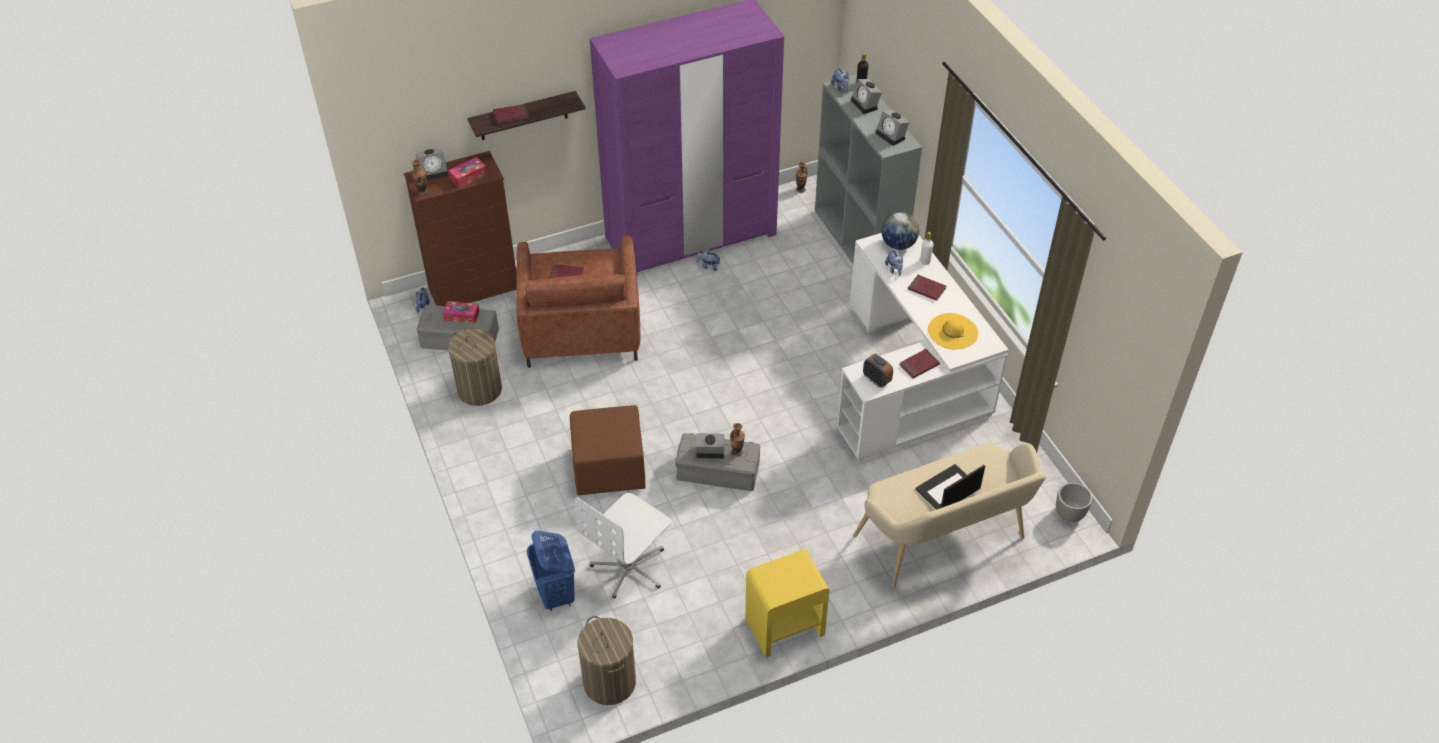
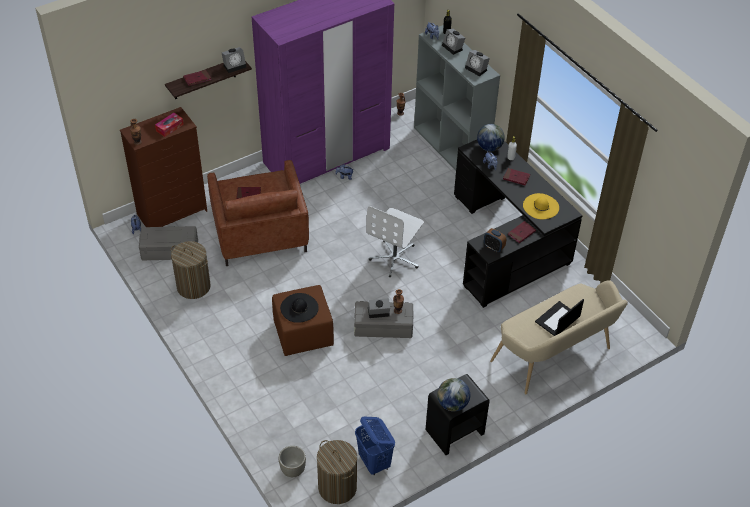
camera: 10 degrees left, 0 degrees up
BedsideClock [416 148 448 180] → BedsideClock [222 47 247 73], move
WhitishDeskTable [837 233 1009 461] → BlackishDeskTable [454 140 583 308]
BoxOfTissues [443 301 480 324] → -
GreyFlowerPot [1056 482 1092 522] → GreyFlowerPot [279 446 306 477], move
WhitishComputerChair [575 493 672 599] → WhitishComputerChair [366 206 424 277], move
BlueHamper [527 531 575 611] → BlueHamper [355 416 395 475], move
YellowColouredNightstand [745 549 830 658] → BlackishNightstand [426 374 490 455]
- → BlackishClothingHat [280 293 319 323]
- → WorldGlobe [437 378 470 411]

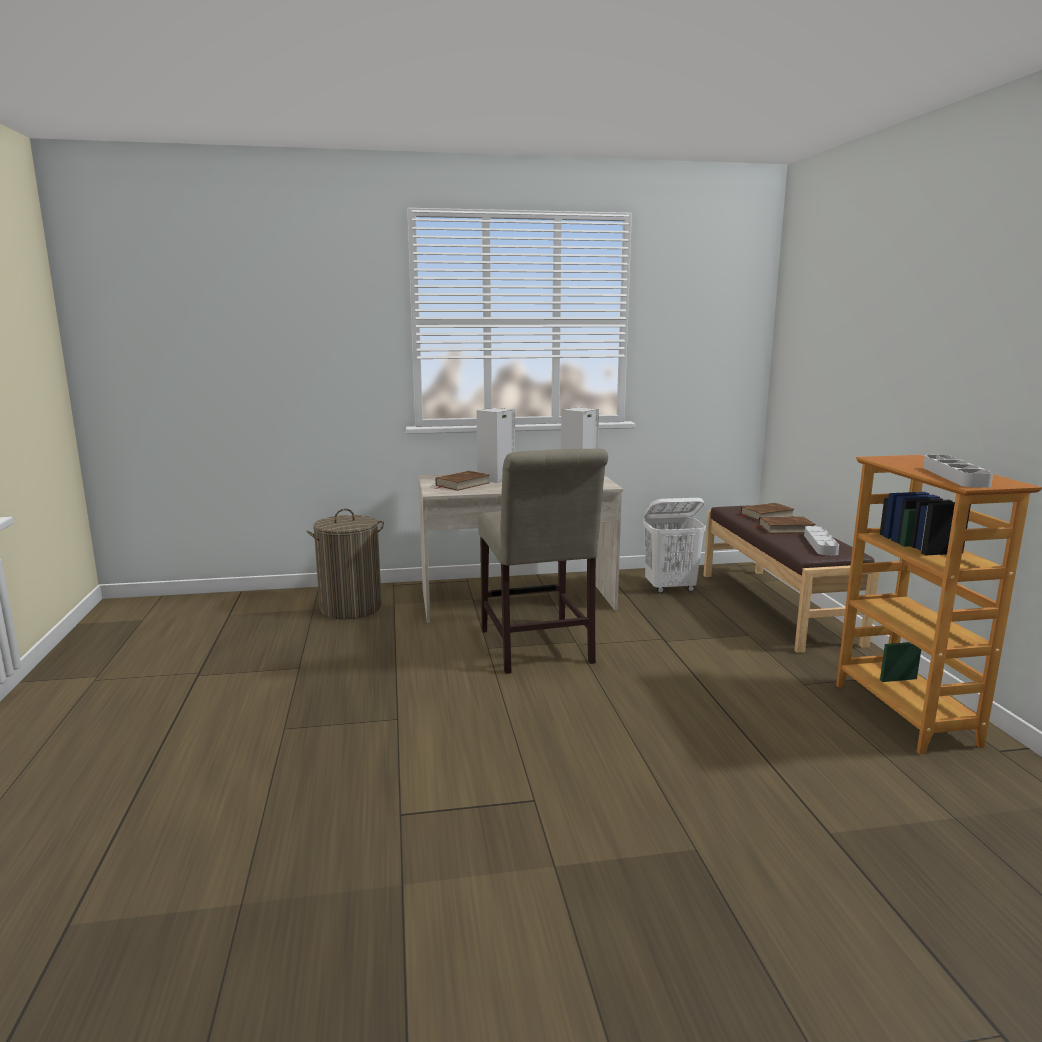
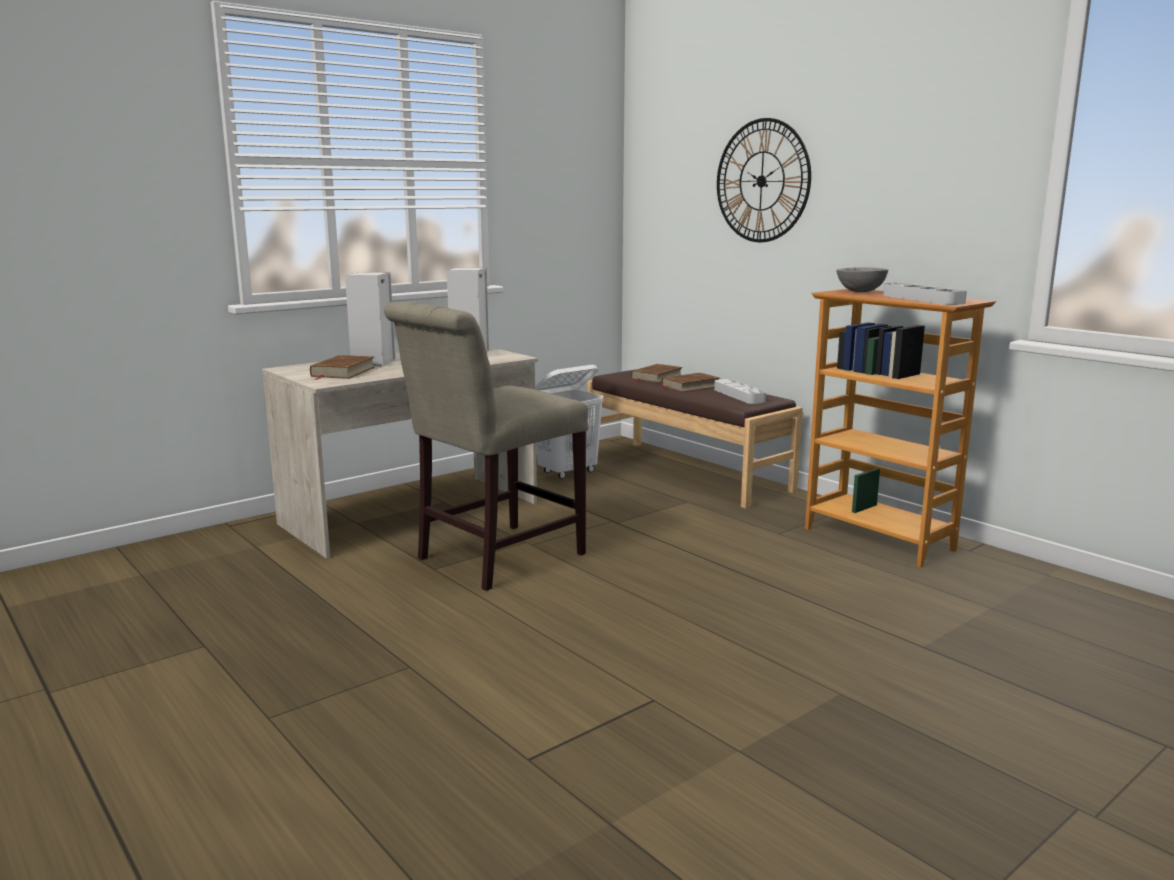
camera: 30 degrees left, 0 degrees up
SandColouredChair [478 448 608 674] → SandColouredChair [384 301 588 591], 90 degrees clockwise
Hamper [306 509 384 619] → -
- → ClockOnTheWall [717 118 811 242]
- → GreyServingBowl [836 267 888 292]

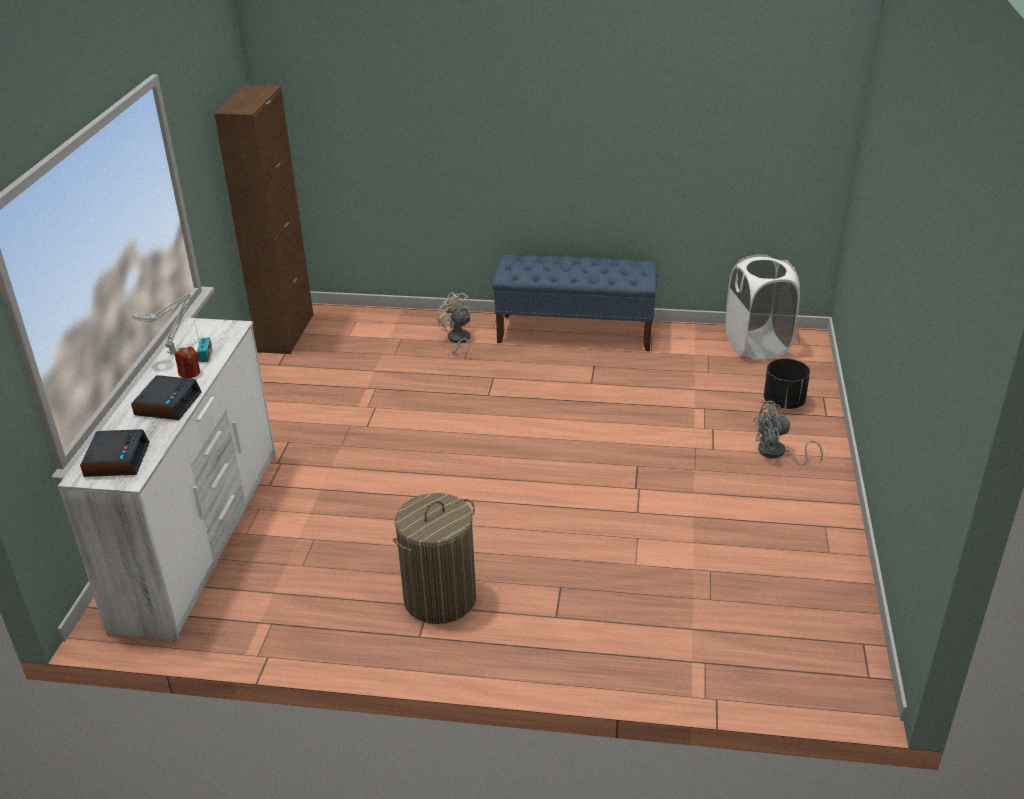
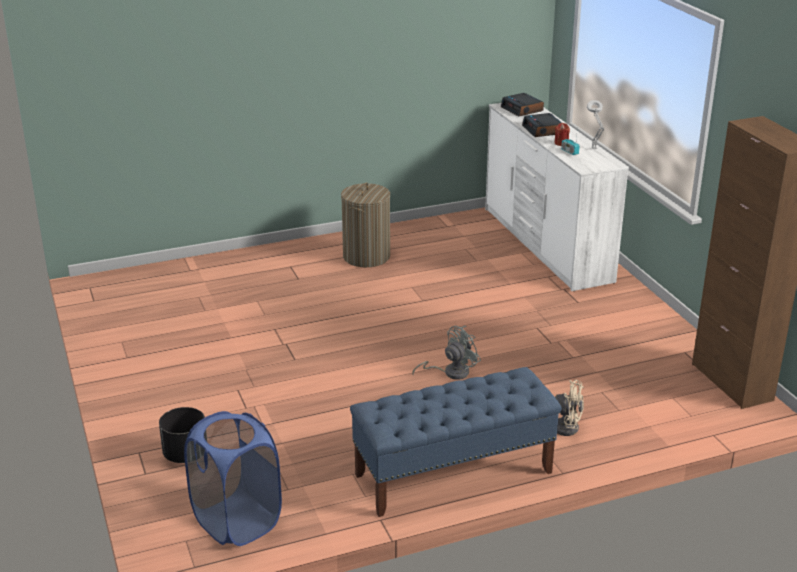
camera: 150 degrees right, 5 degrees down
WhitishHamper [726 254 800 360] → BlueHamper [184 411 282 546]
GreyCoolingFan [753 401 823 465] → GreyCoolingFan [412 326 481 380], move

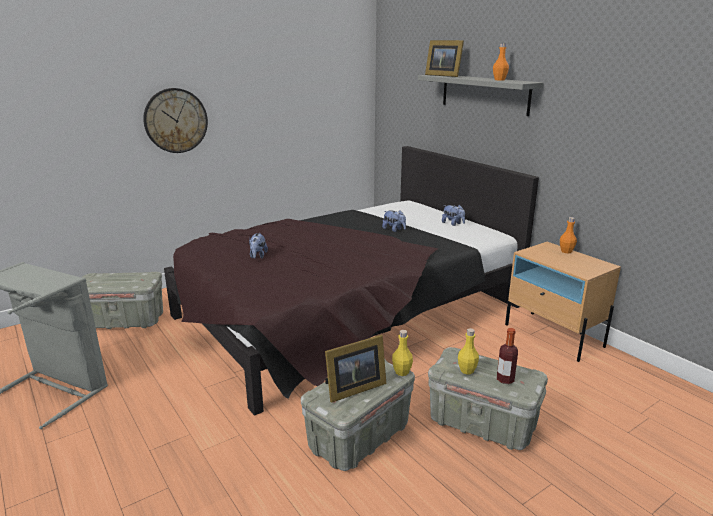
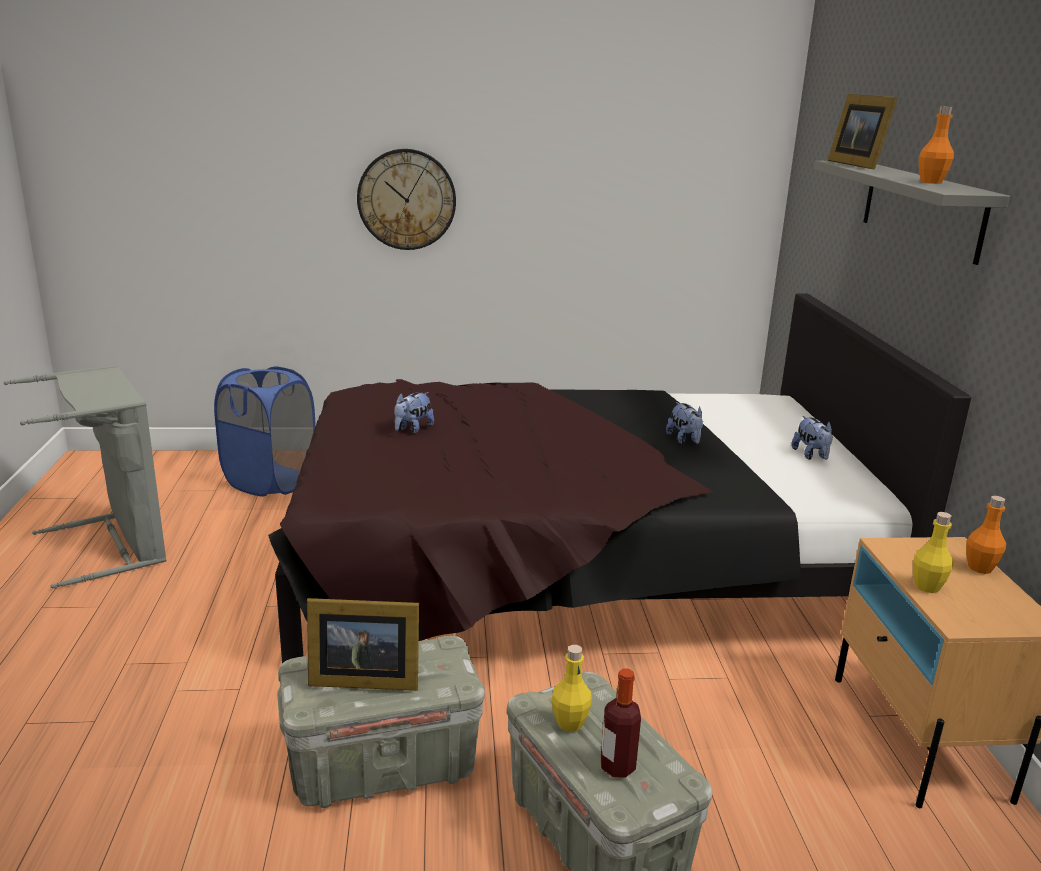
camera: 30 degrees right, 0 degrees up
GreyStorageBox [82 272 163 329] → BlueHamper [214 366 316 497]
YellowColouredDrinkBottle [392 330 413 376] → YellowColouredDrinkBottle [913 512 953 593], move

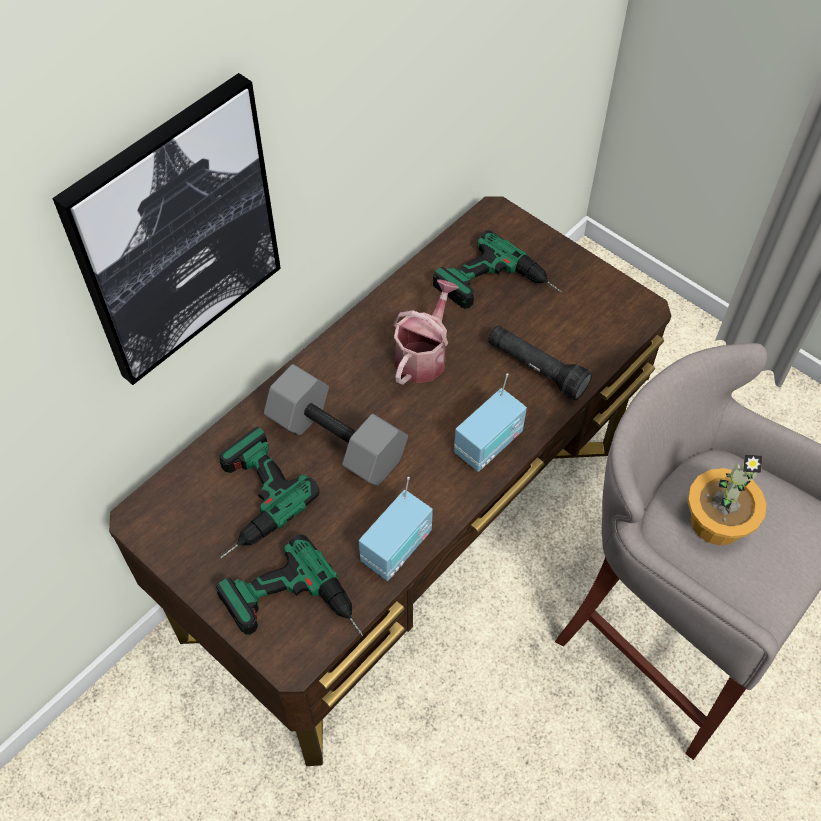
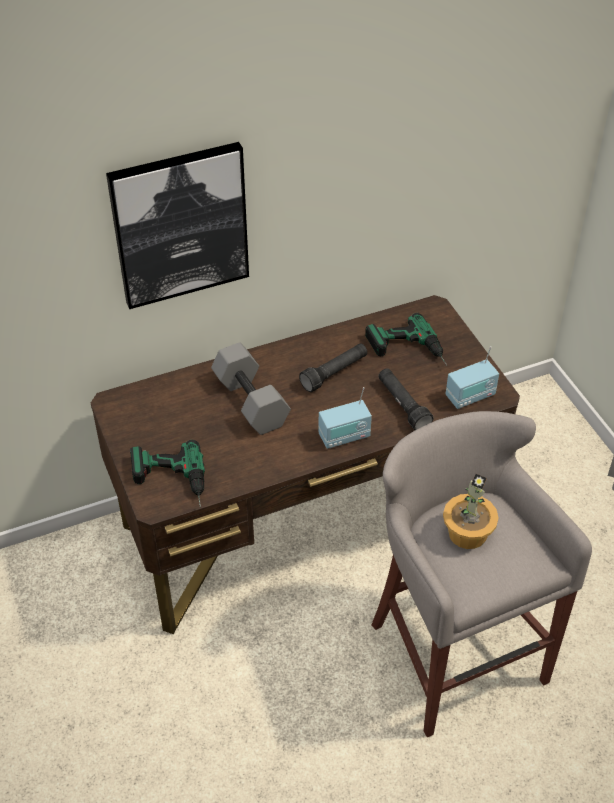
camera: 25 degrees right, 10 degrees down
WateringPot [393 279 459 385] → BlackishTorch [299 343 367 392]
PowerDrill [219 426 319 558] → -
Radio [359 477 433 581] → Radio [446 346 499 409], move

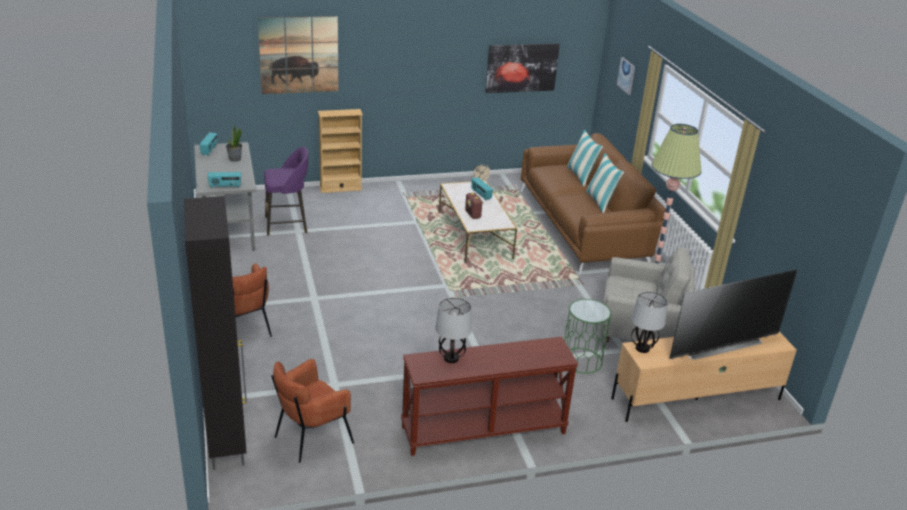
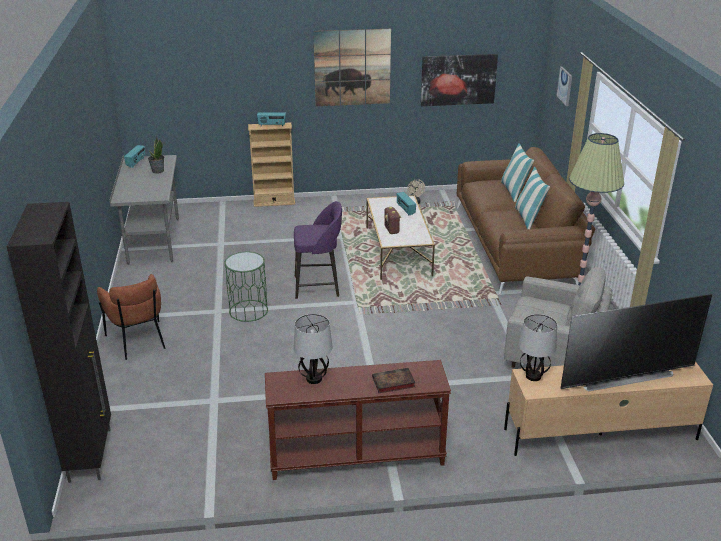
camera: 10 degrees right, 0 degrees up
WallArt [258 16 338 94] → WallArt [313 29 391 106], move
PurpleColouredStoolSeat [264 147 308 236] → PurpleColouredStoolSeat [294 201 342 299], move
Radio [207 172 241 188] → Radio [257 112 286 126], move
GreenishEndTable [564 299 611 374] → GreenishEndTable [224 252 268 322], move
BrownishEasyChair [271 359 354 463] → -
- → BoundBook [372 368 415 393]

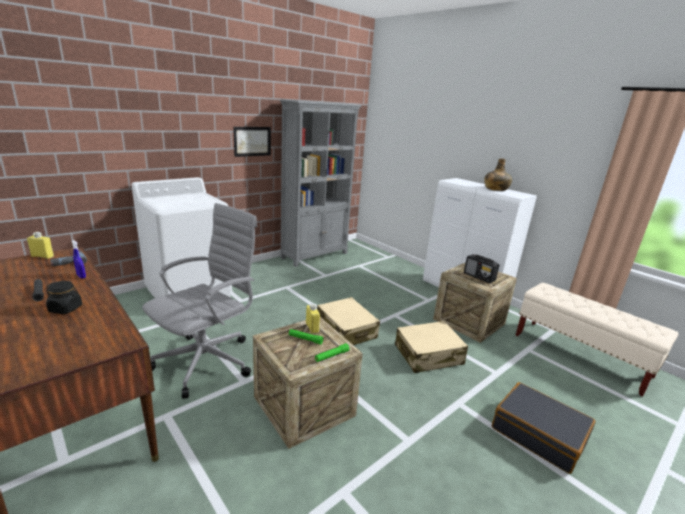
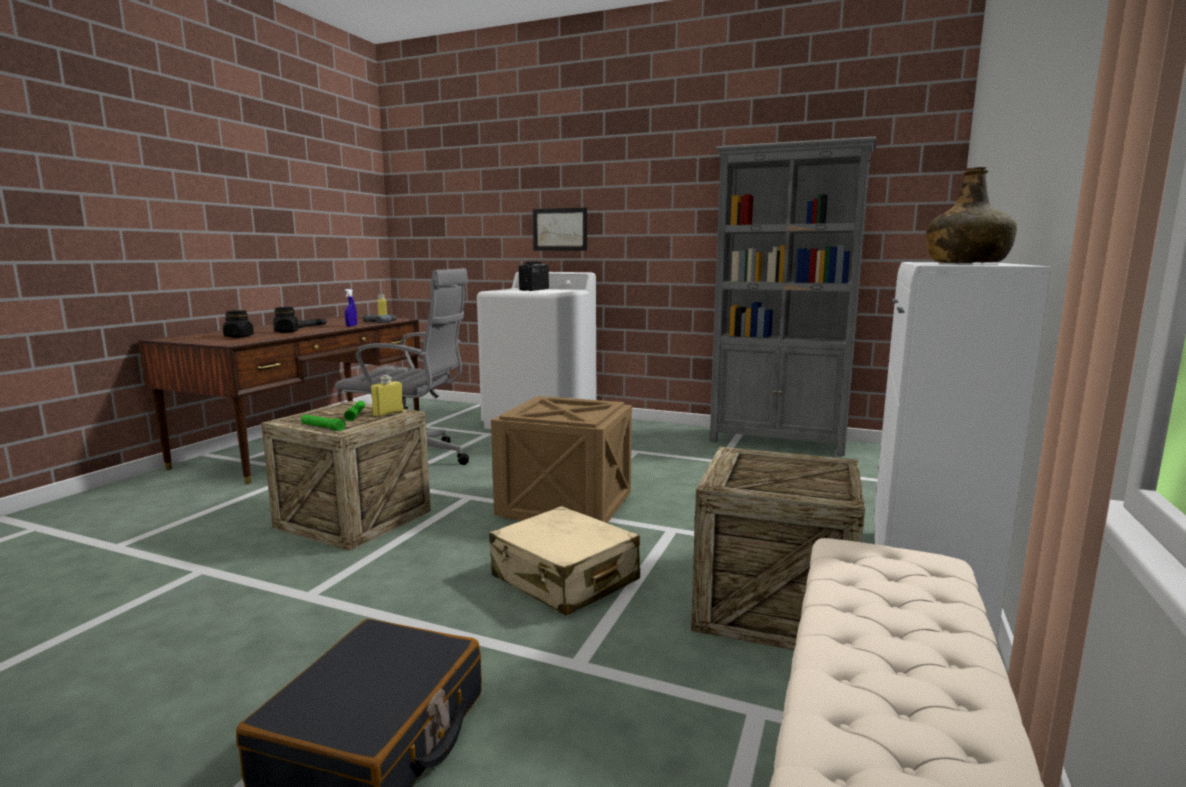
camera: 65 degrees right, 10 degrees down
WallArt [233 127 271 157] → WallArt [533 208 587 251], move
Radio [464 254 499 283] → Radio [519 262 549 291], move
SandColouredPieceOfLuggage [317 297 380 345] → Crate [491 396 632 523]
- → BlackishPreserveJar [223 310 254 338]

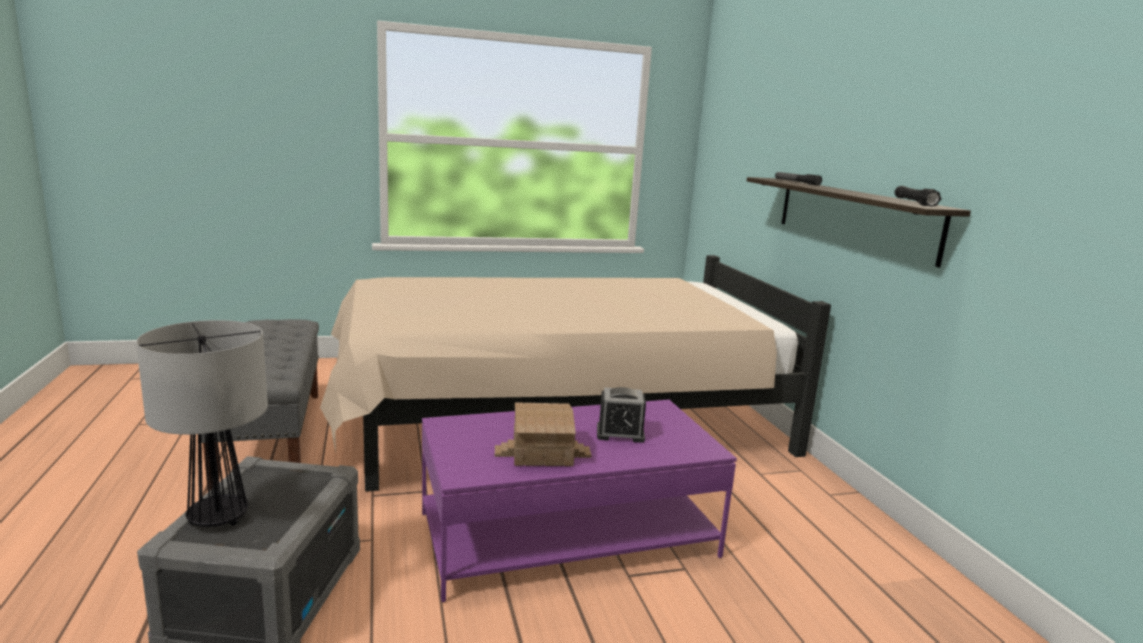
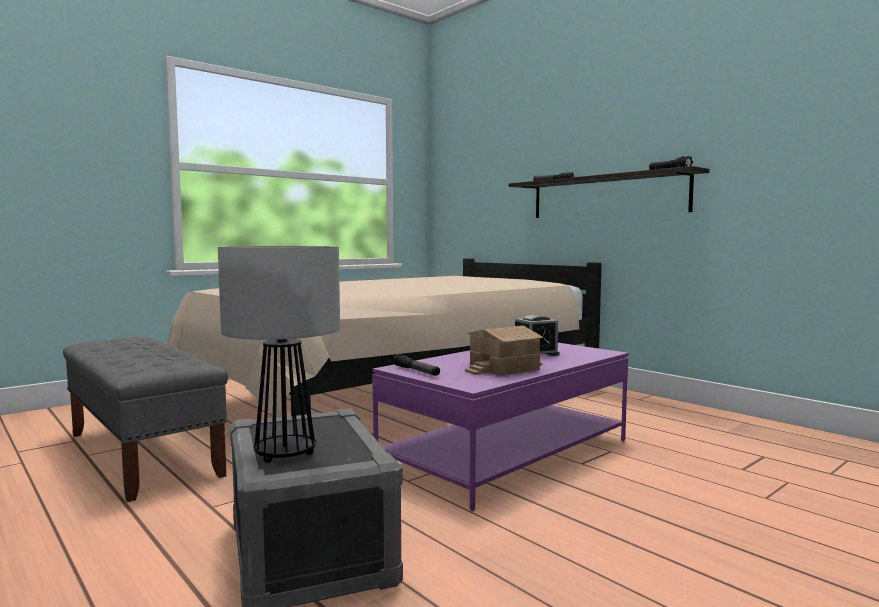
camera: 25 degrees left, 10 degrees down
- → Torch [393 354 440 376]

